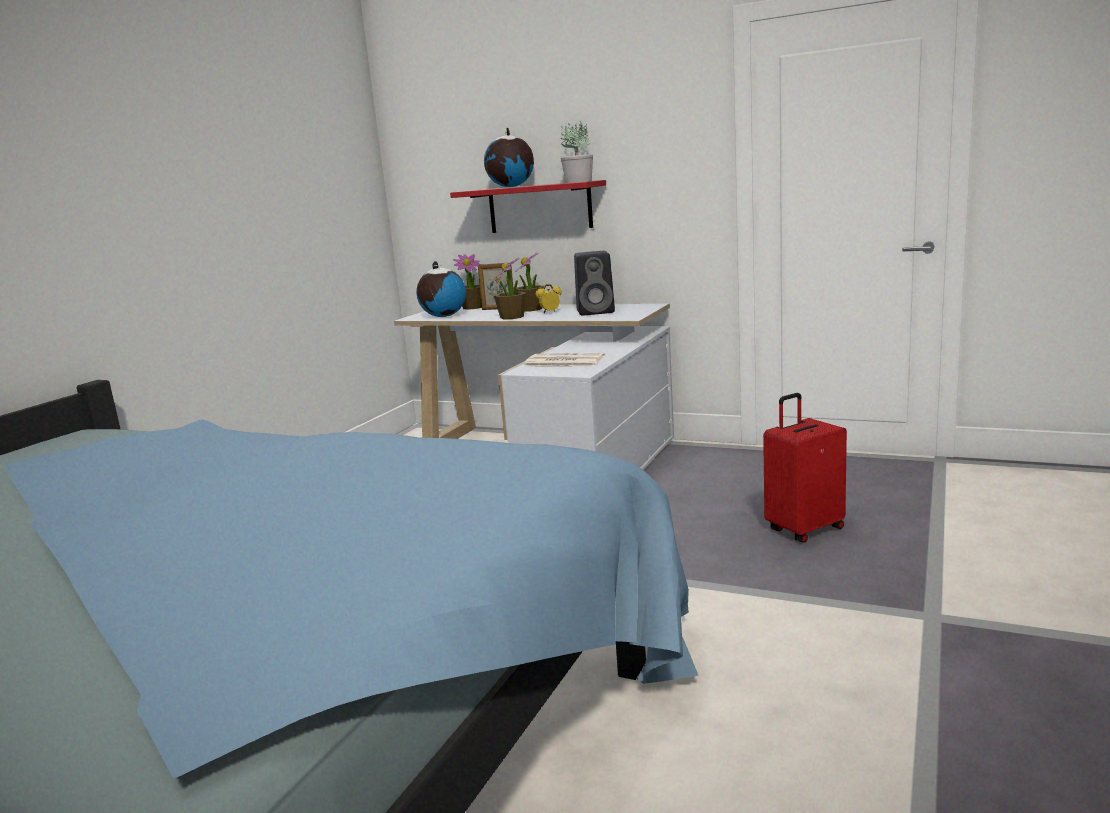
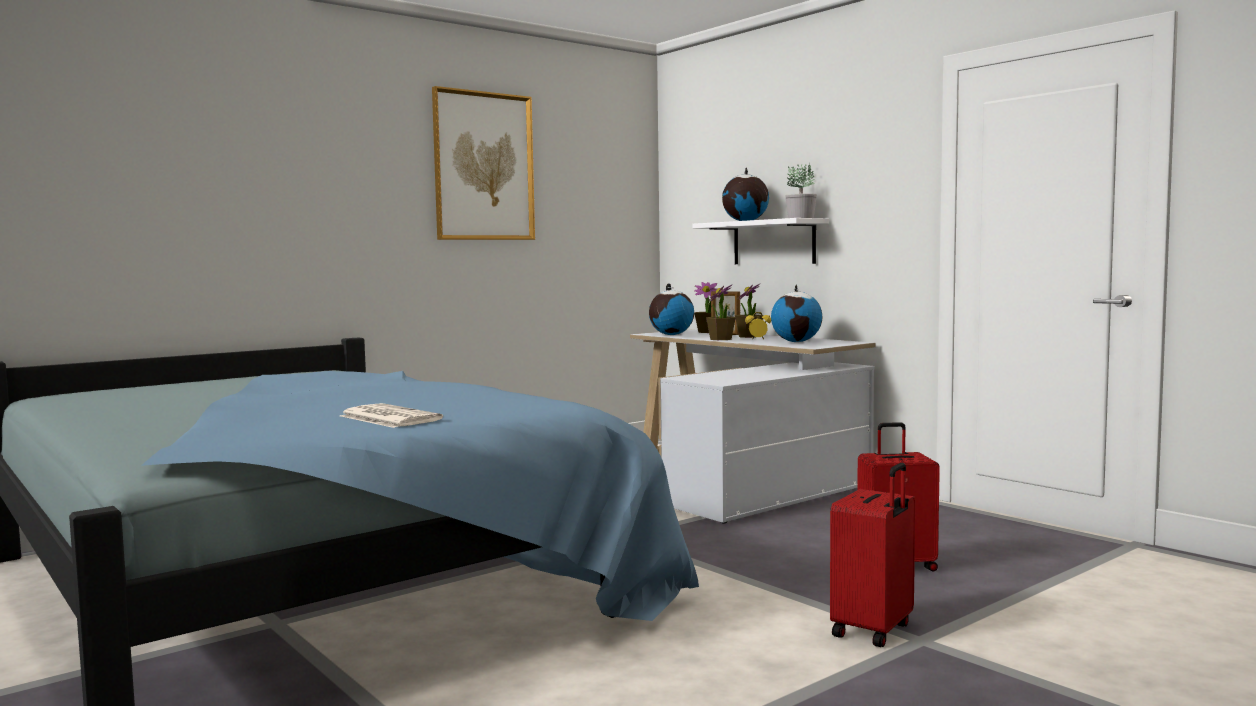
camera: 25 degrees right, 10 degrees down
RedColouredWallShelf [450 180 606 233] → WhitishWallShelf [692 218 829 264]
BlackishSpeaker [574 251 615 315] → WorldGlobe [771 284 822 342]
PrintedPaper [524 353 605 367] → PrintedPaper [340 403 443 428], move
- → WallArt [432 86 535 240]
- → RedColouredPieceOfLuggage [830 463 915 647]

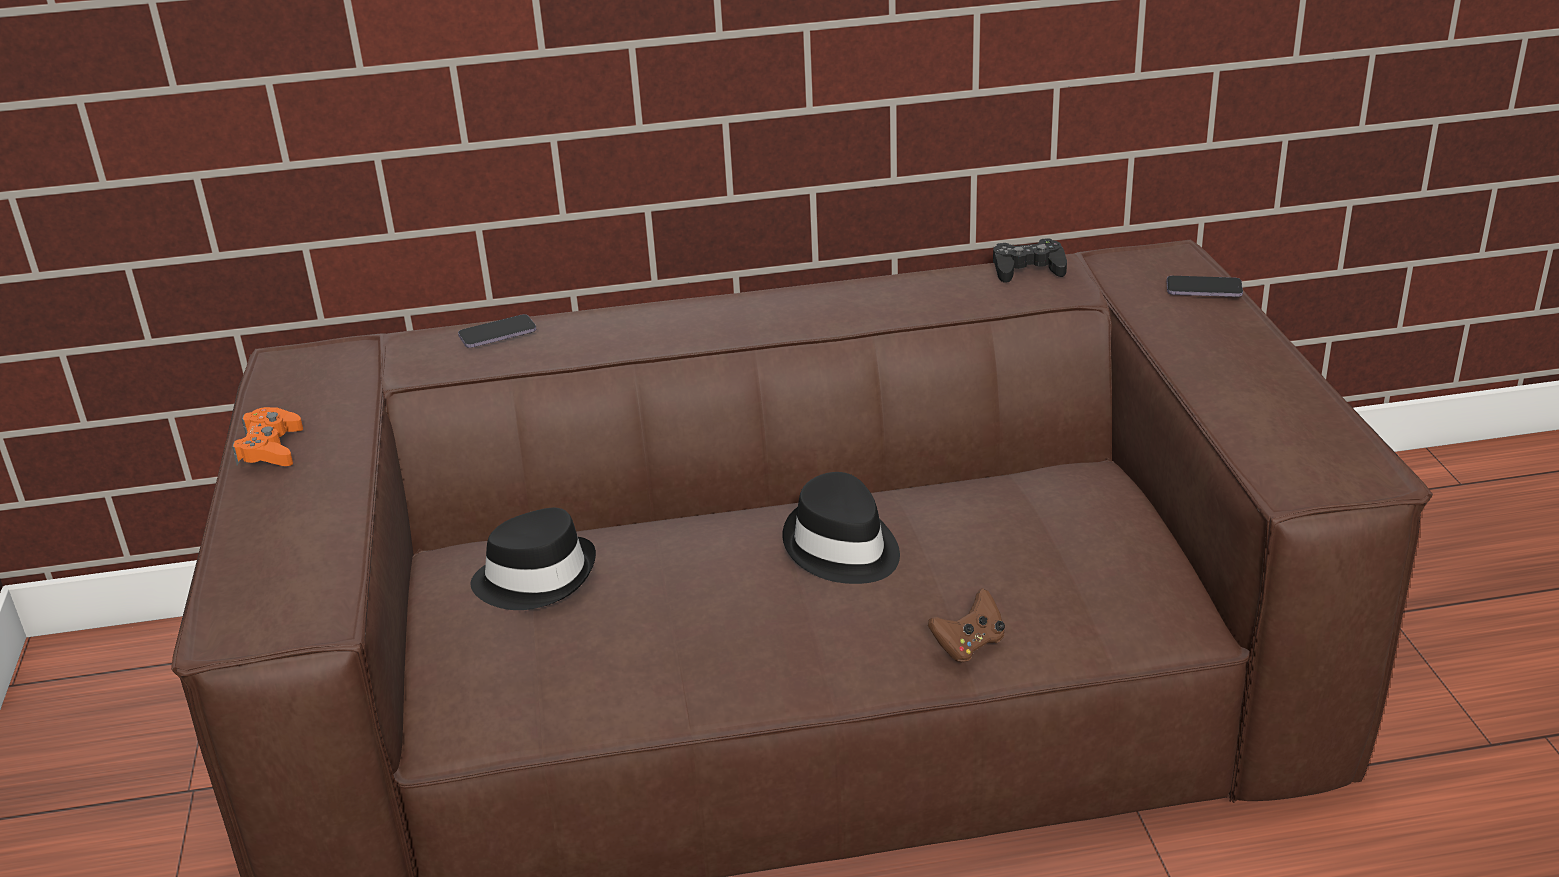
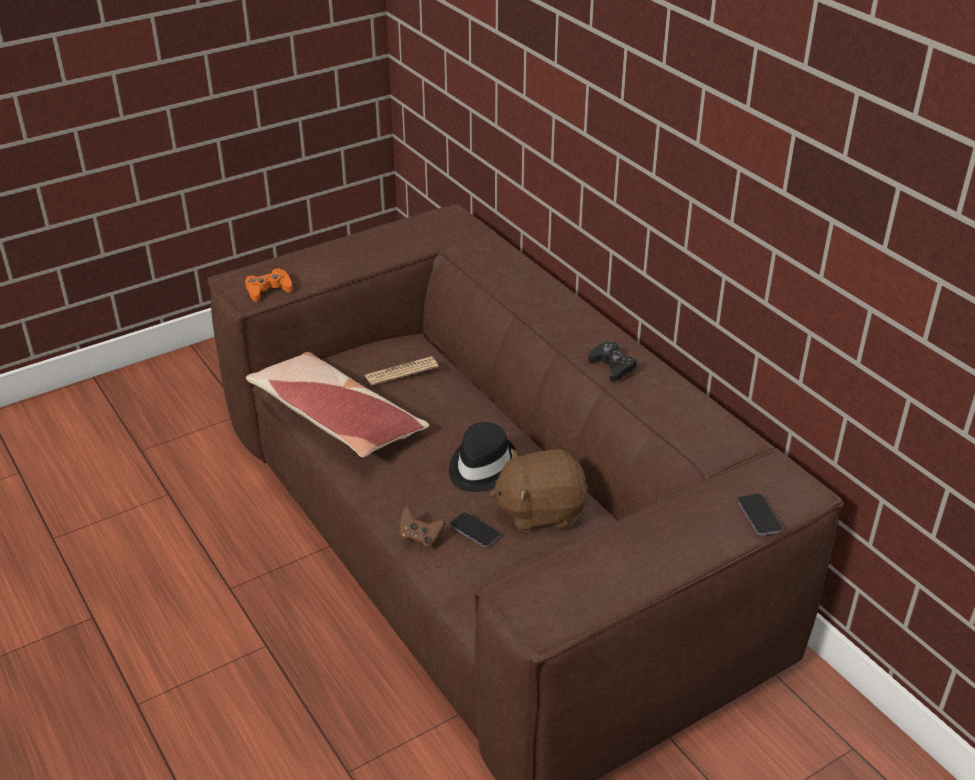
camera: 65 degrees right, 5 degrees up
BlackishJoypad [993 238 1067 283] → BlackishJoypad [588 341 637 382], move
Phone [458 314 536 348] → Phone [450 512 500 547], move
OrangeColouredJoypad [232 407 303 466] → OrangeColouredJoypad [245 268 292 302], move
BlackishClothingHat [470 508 596 610] → PrintedPaper [365 356 439 386]
- → ThrowPillow [246 352 430 457]
- → BrownishSoftToy [490 449 588 532]

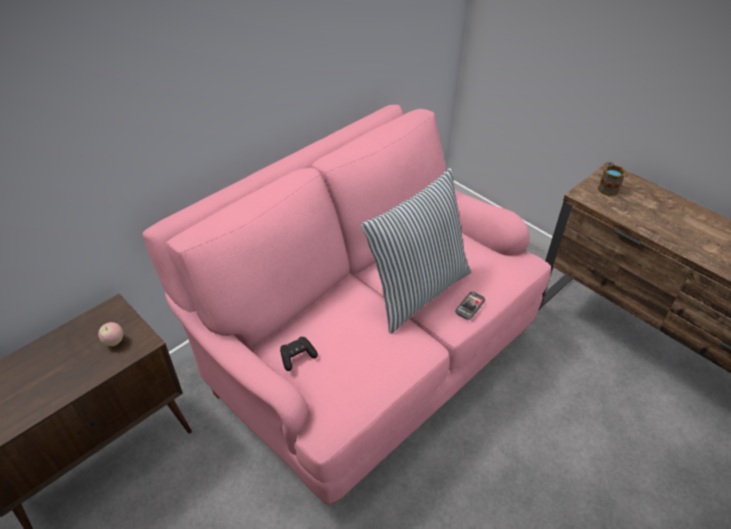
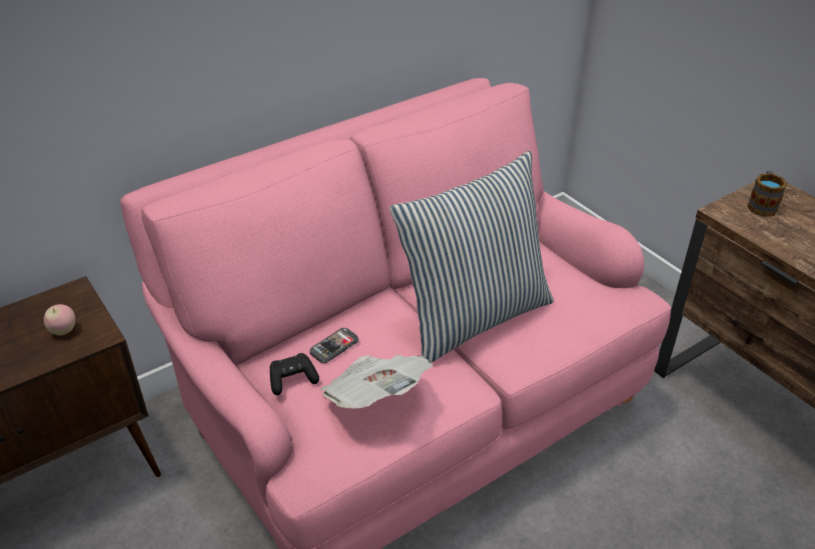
camera: 10 degrees right, 5 degrees down
Phone [455 292 485 320] → Phone [310 328 359 363], move
- → PrintedPaper [320 355 433 408]

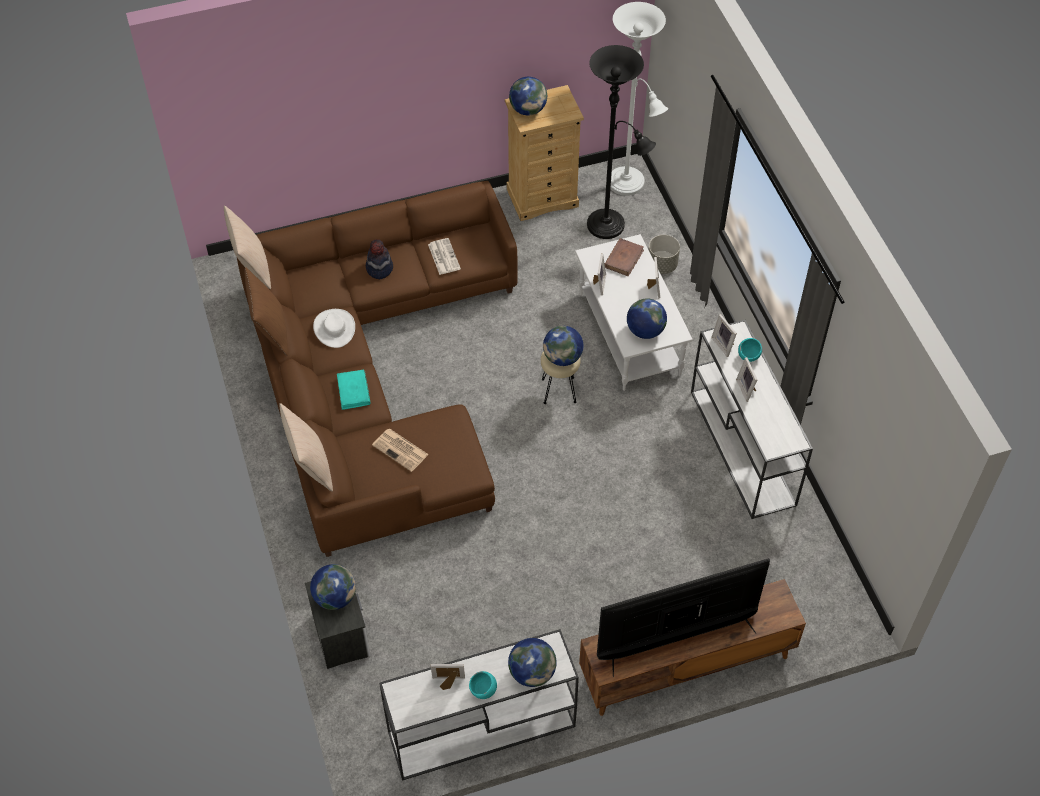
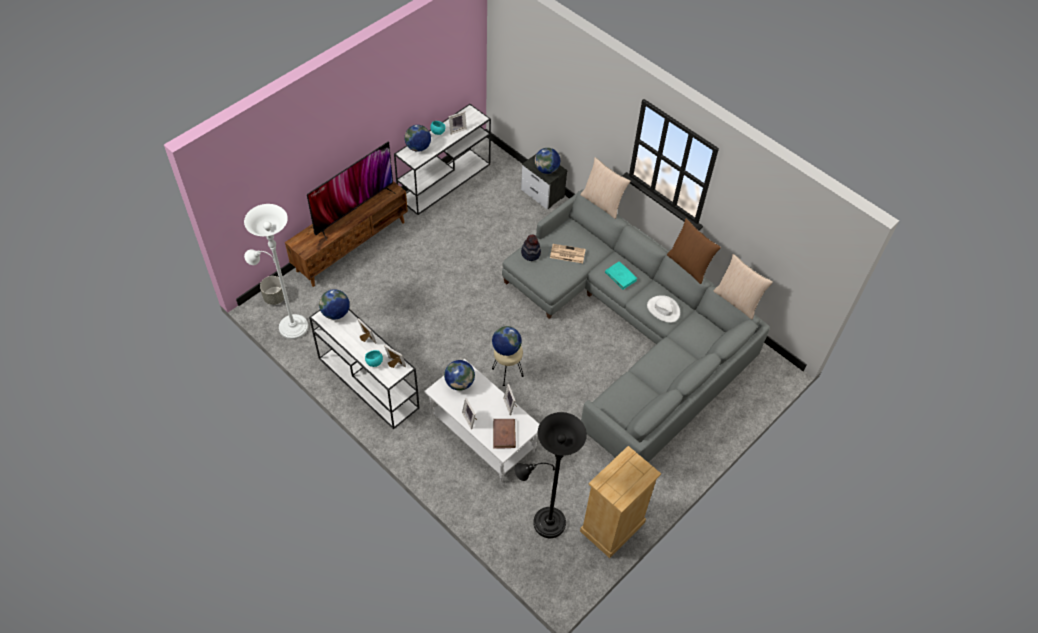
camera: 150 degrees right, 0 degrees up
WhitishStandardLamp [611 2 668 196] → WhitishStandardLamp [244 204 308 340], move
WorldGlobe [509 77 547 116] → WorldGlobe [319 289 350 320], move
BrownishSettee [237 181 518 557] → GreySettee [502 189 770 462]
GreyFlowerPot [649 235 680 274] → GreyFlowerPot [260 276 284 305], move
PrintedPaper [428 238 461 275] → -
ClothingHat [366 239 393 279] → ClothingHat [521 234 541 261], move

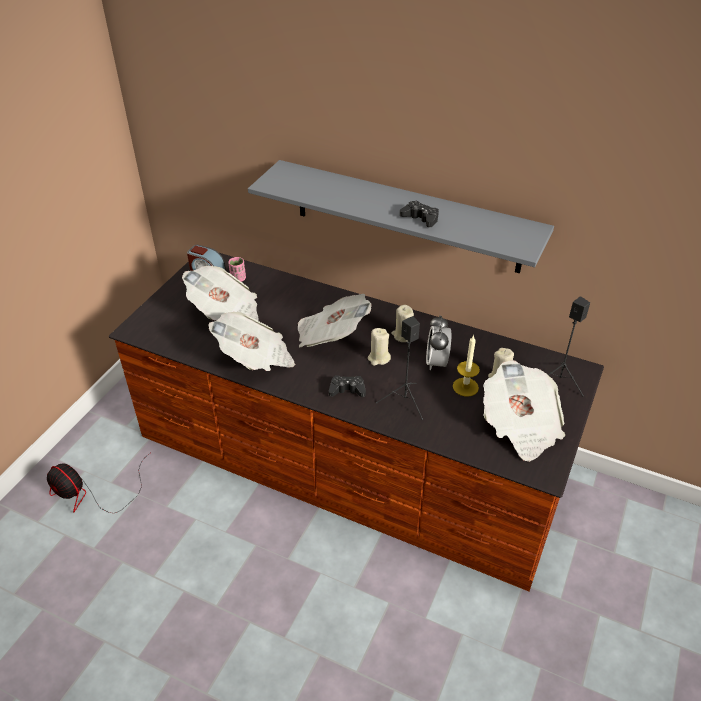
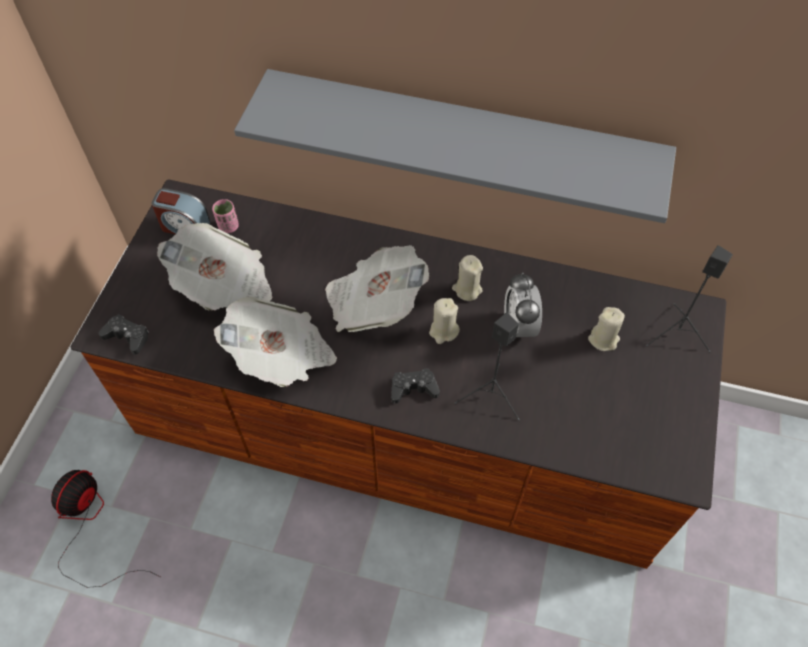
camera: 10 degrees left, 15 degrees up
BlackishJoypad [400 201 439 227] → BlackishJoypad [98 314 149 355], move
WaxCandle [453 335 480 397] → -
PrintedPaper [483 360 565 462] → -
CoolingFan [47 452 151 513] → CoolingFan [51 470 160 588], 90 degrees clockwise

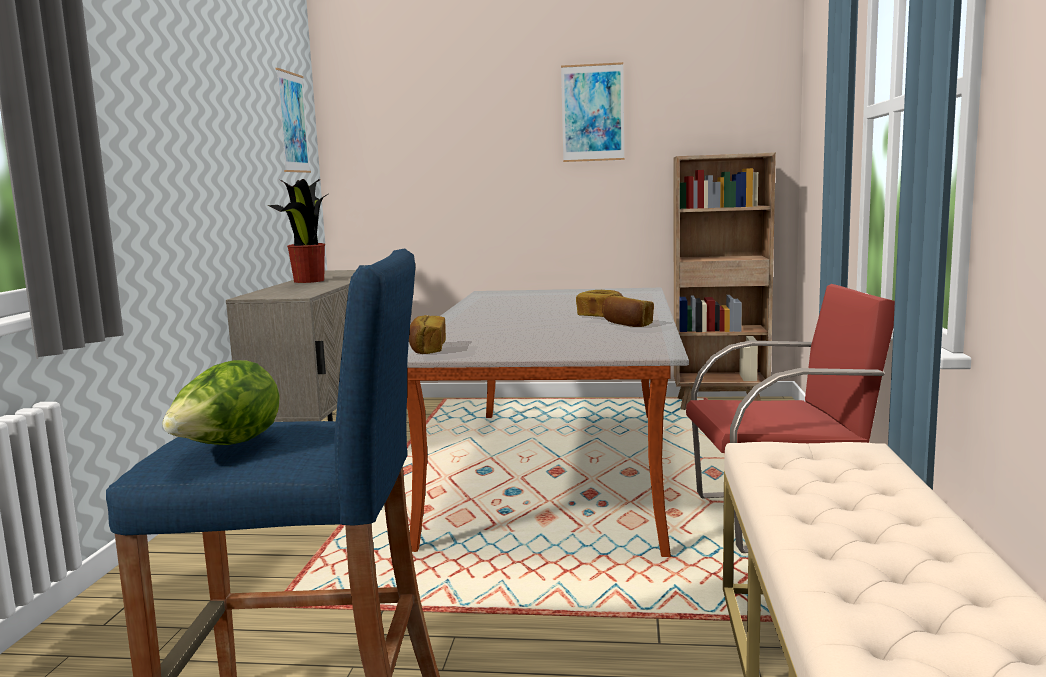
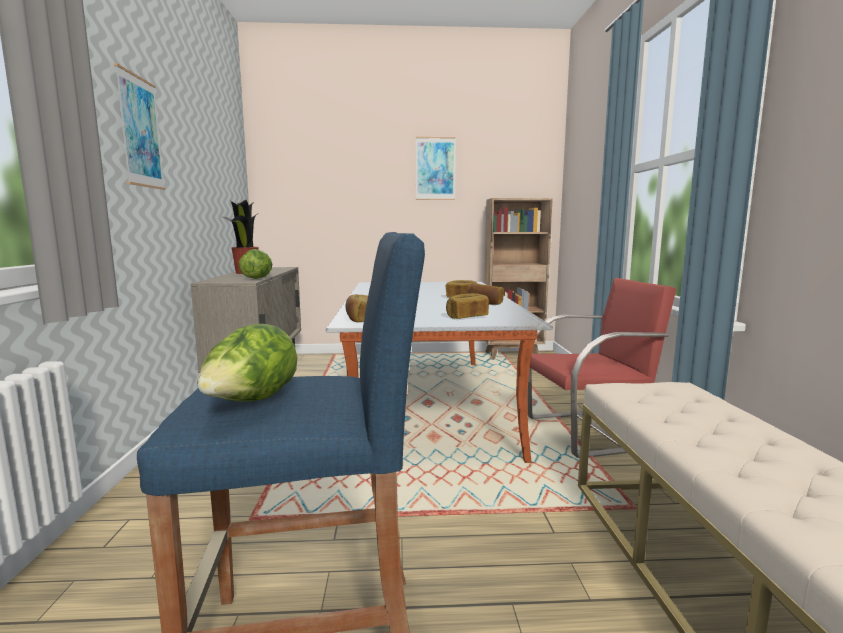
camera: 10 degrees left, 0 degrees up
WallArt [276 68 311 173] → WallArt [114 63 166 190], move
- → LettuceHead [239 249 272 279]
- → BakedBread [446 293 489 319]

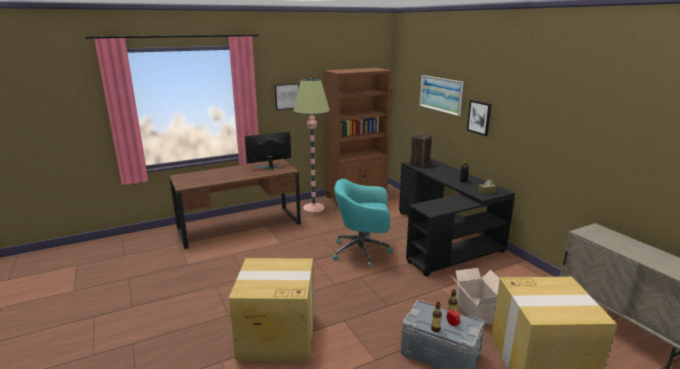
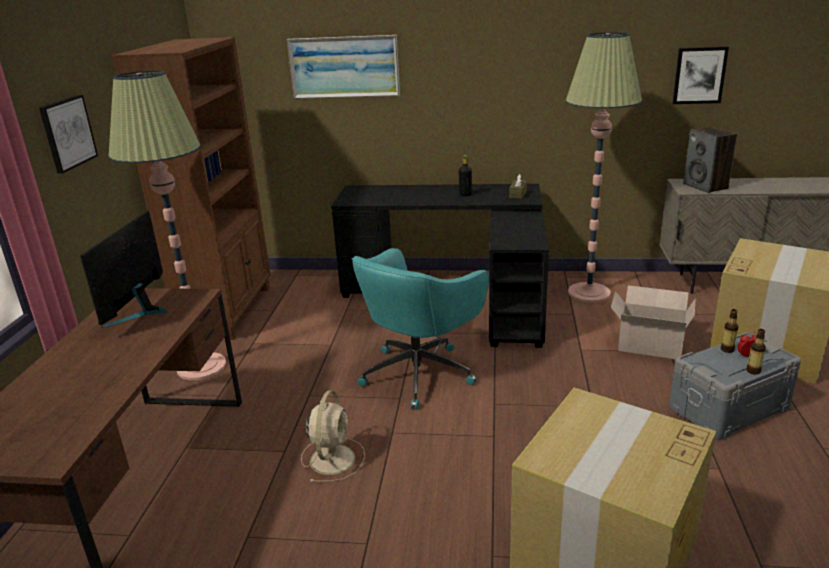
camera: 55 degrees left, 5 degrees up
WallArt [467 100 491 136] → WallArt [672 47 729 104], move
Speaker [410 133 432 168] → Speaker [683 127 737 193], move
- → StandardLamp [565 32 642 303]
- → SandColouredCoolingFan [301 390 365 482]

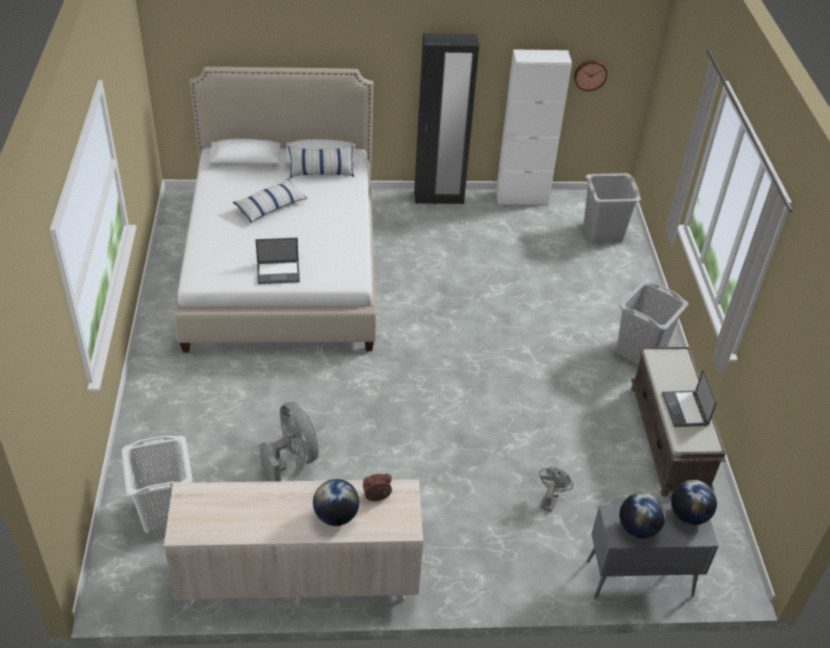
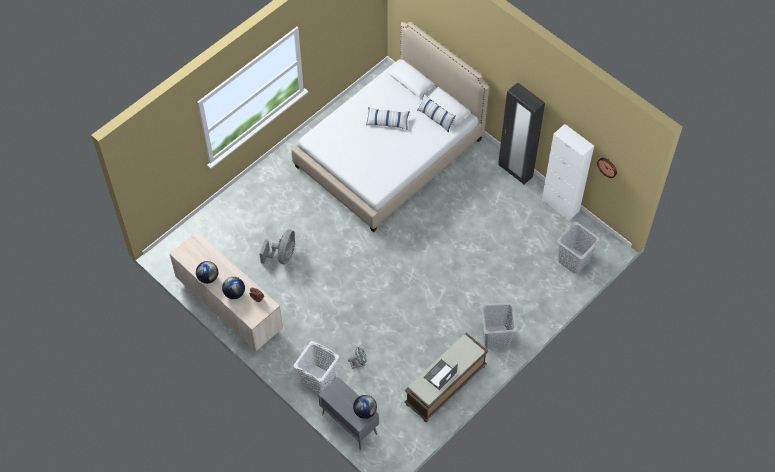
camera: 50 degrees right, 15 degrees up
PortableComputer [255 238 300 284] → -
WhitishHamper [122 436 193 534] → WhitishHamper [294 341 339 394], move
WorldGlobe [619 493 666 539] → WorldGlobe [196 261 218 284], move

